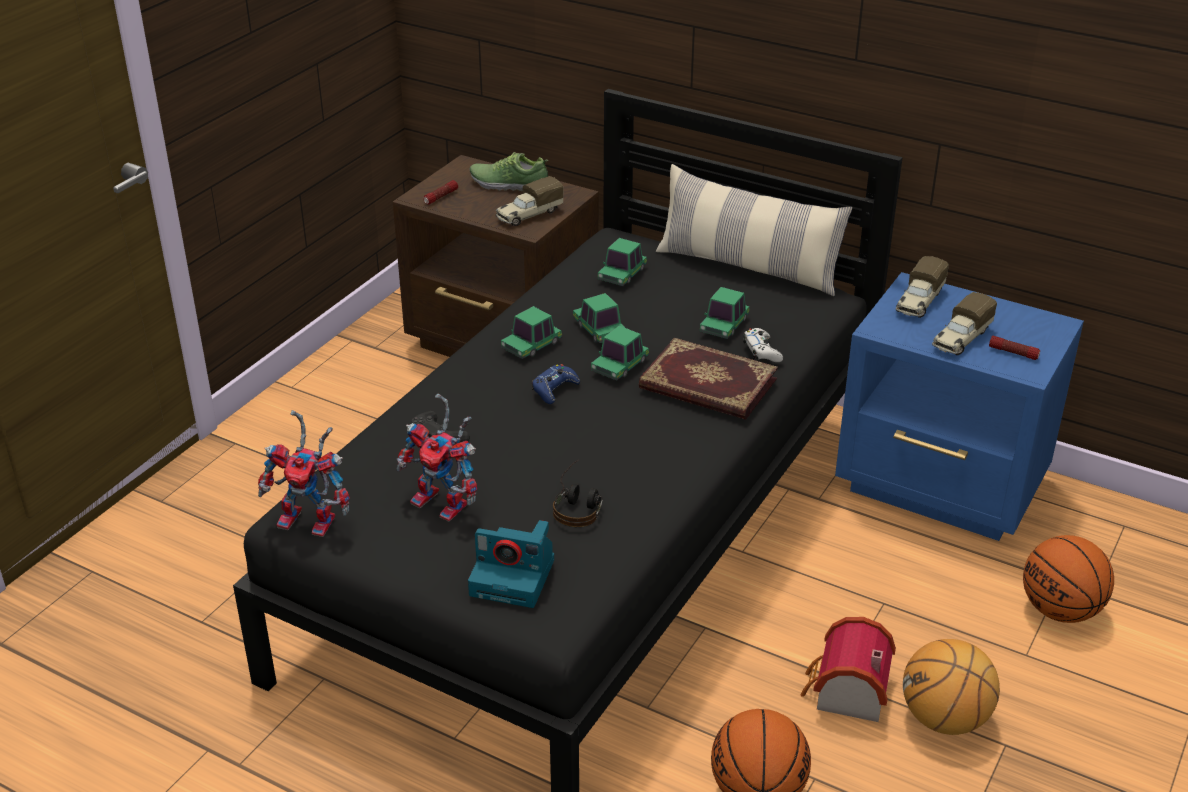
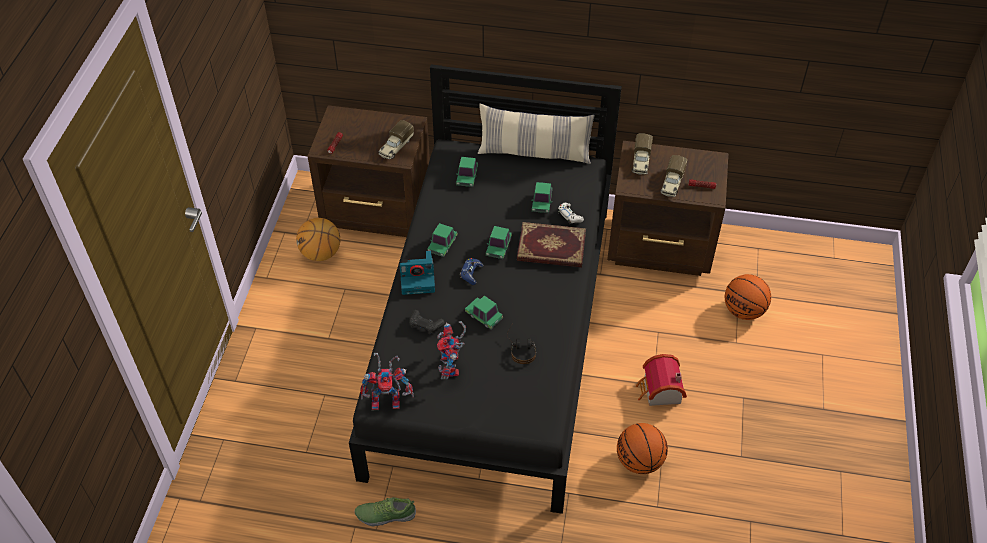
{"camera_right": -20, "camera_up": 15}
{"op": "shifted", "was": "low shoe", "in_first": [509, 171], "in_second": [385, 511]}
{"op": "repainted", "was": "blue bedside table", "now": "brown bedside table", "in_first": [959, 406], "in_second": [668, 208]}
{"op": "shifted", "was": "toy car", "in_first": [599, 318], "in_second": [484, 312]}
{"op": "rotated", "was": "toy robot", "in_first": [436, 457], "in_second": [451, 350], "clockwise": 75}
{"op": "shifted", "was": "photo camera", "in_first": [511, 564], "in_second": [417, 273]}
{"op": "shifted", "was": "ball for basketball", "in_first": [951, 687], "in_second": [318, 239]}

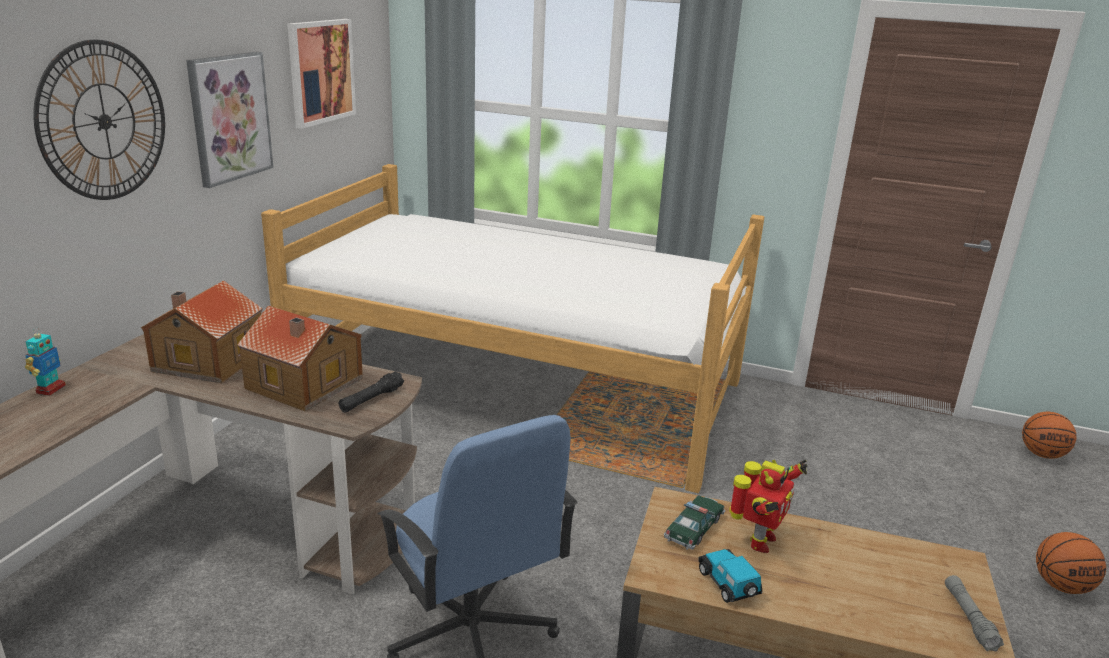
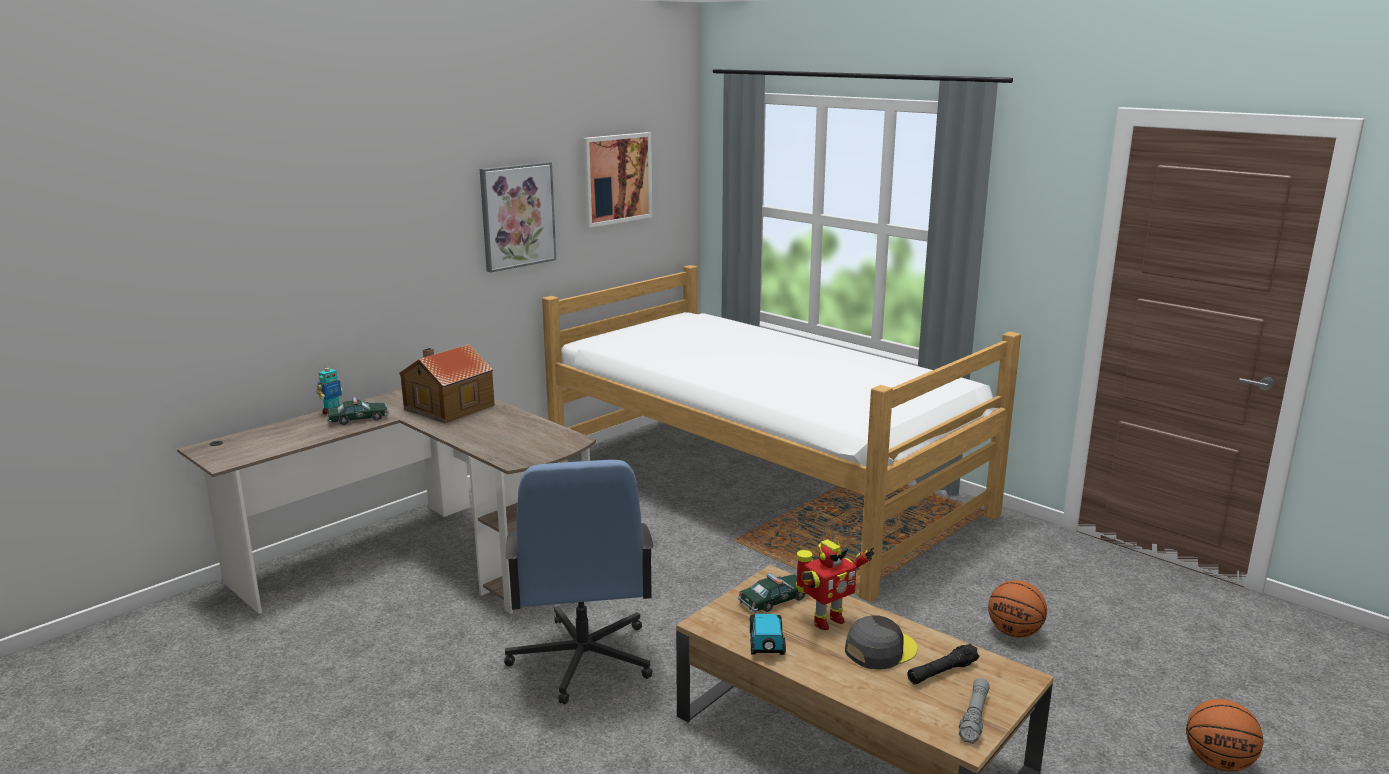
{"camera_right": 25, "camera_up": -5}
{"op": "gone", "was": "clock on the wall", "in_first": [99, 120]}
{"op": "gone", "was": "miniature house", "in_first": [300, 358]}
{"op": "shifted", "was": "black-coloured flashlight", "in_first": [371, 391], "in_second": [943, 664]}
{"op": "shifted", "was": "ball for basketball", "in_first": [1049, 435], "in_second": [1017, 609]}
{"op": "new", "now": "toy car", "in_second": [357, 411]}
{"op": "new", "now": "grey baseball cap", "in_second": [881, 642]}

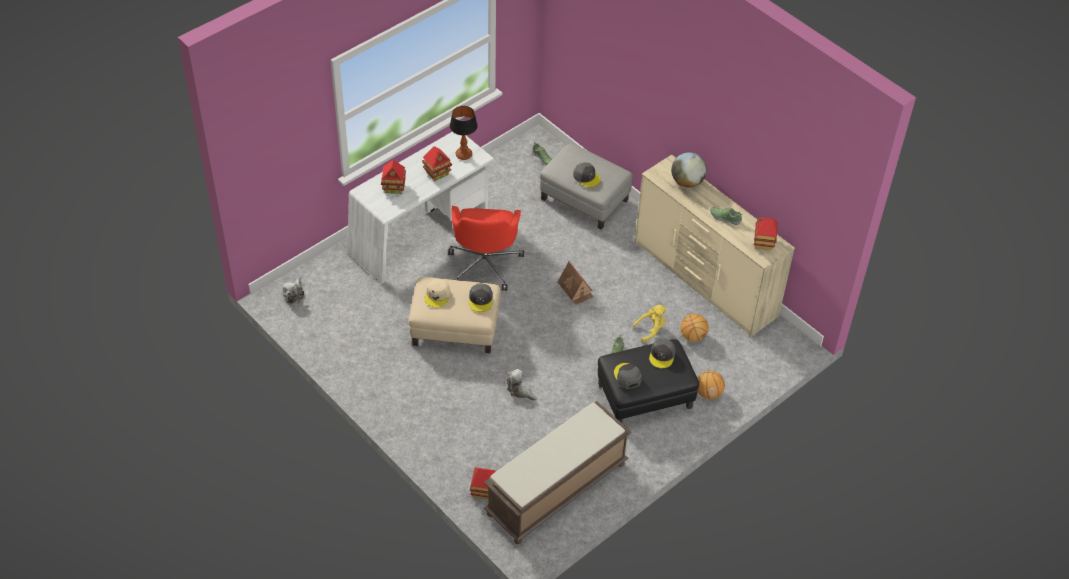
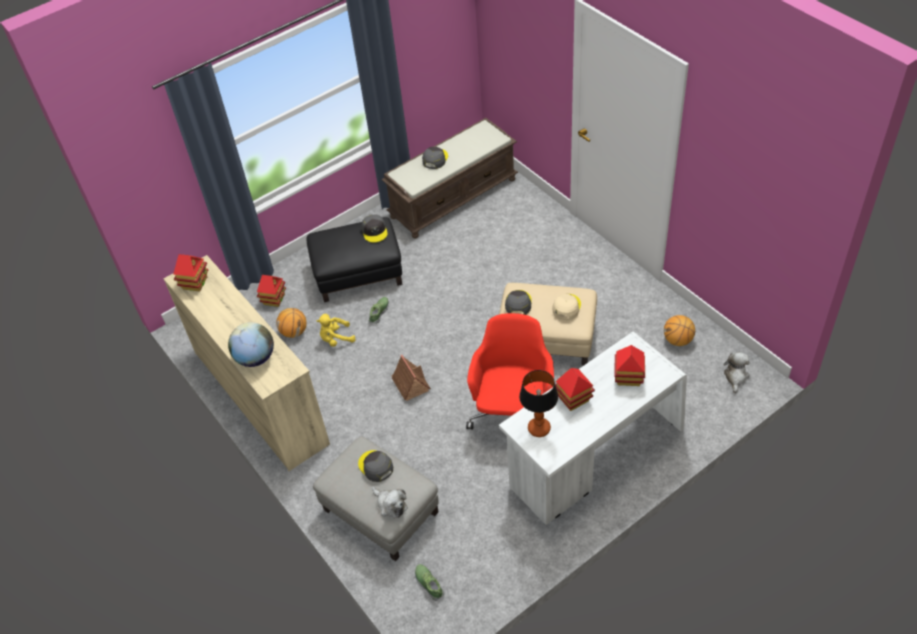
{"camera_right": -170, "camera_up": 0}
{"op": "gone", "was": "low shoe", "in_first": [726, 216]}
{"op": "shifted", "was": "grey baseball cap", "in_first": [662, 353], "in_second": [435, 158]}
{"op": "shifted", "was": "plush toy", "in_first": [521, 385], "in_second": [390, 502]}
{"op": "shifted", "was": "ball for basketball", "in_first": [711, 384], "in_second": [679, 330]}
{"op": "shifted", "was": "miniature house", "in_first": [483, 483], "in_second": [271, 291]}

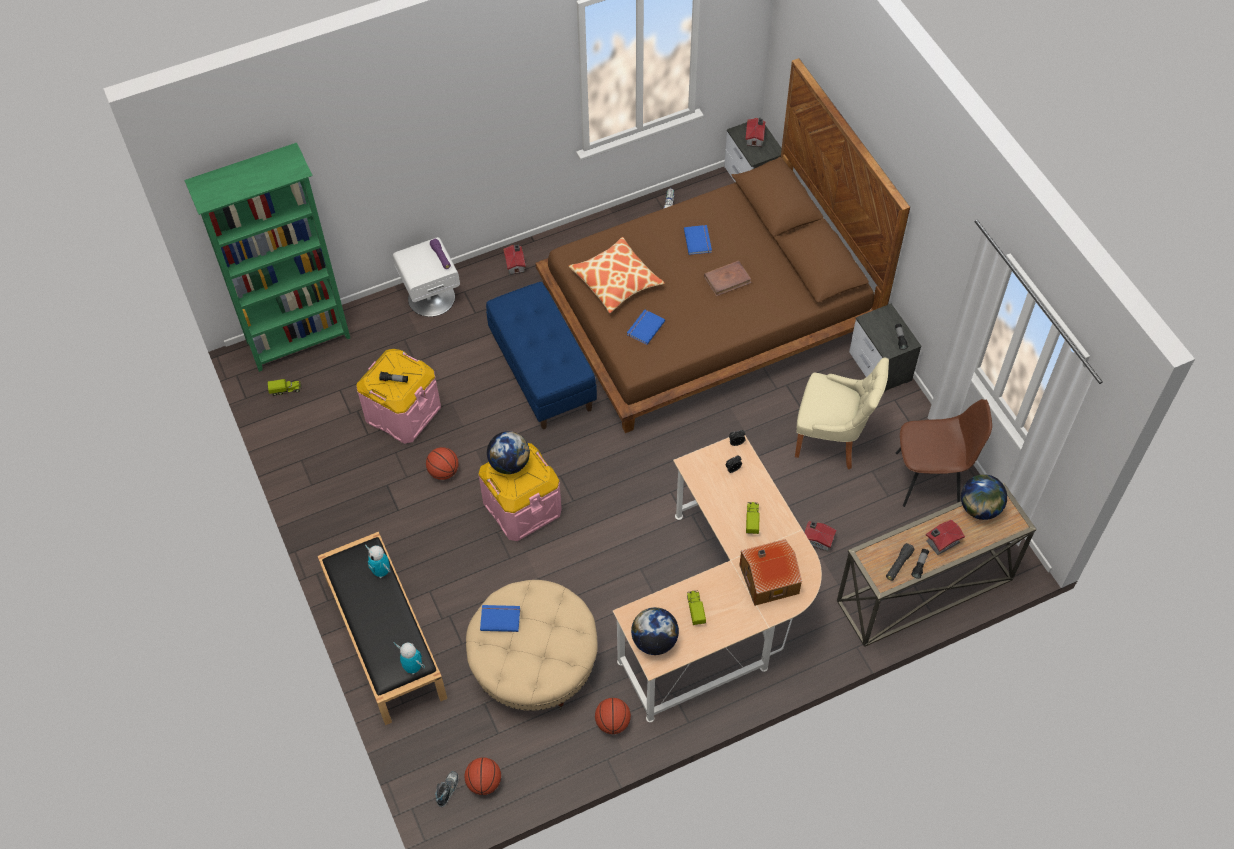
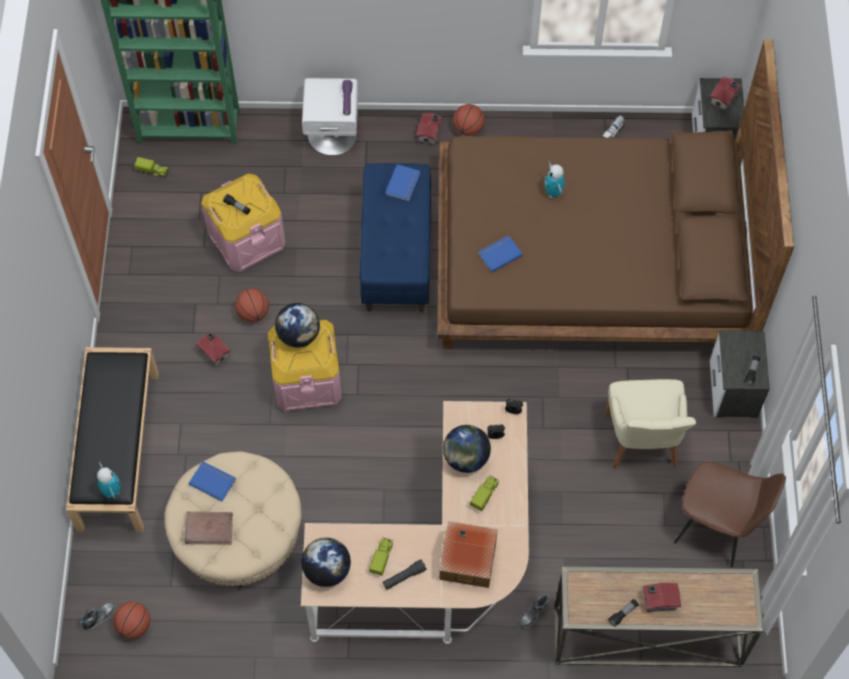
{"camera_right": 25, "camera_up": 5}
{"op": "shifted", "was": "blue book", "in_first": [698, 240], "in_second": [402, 182]}
{"op": "gone", "was": "cushion", "in_first": [616, 275]}
{"op": "shifted", "was": "brown book", "in_first": [728, 278], "in_second": [208, 528]}
{"op": "rotated", "was": "sand-coloured upright chair", "in_first": [842, 413], "in_second": [650, 424], "clockwise": 45}
{"op": "shifted", "was": "desk globe", "in_first": [984, 497], "in_second": [467, 449]}
{"op": "shifted", "was": "miniature house", "in_first": [820, 536], "in_second": [213, 349]}
{"op": "shifted", "was": "black-coloured flashlight", "in_first": [900, 562], "in_second": [404, 575]}
{"op": "shifted", "was": "toy robot", "in_first": [378, 561], "in_second": [554, 179]}
{"op": "shifted", "was": "ball for basketball", "in_first": [613, 716], "in_second": [469, 120]}
{"op": "new", "now": "low shoe", "in_second": [535, 611]}

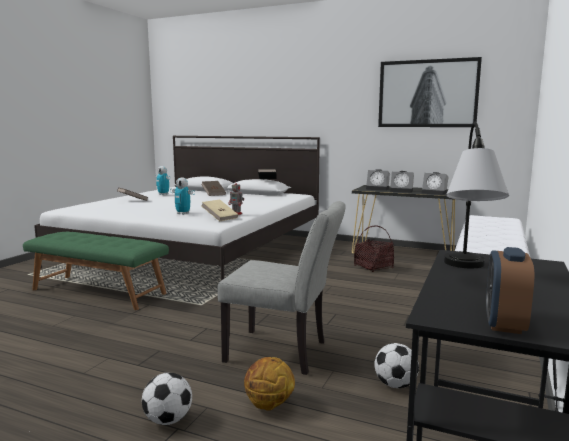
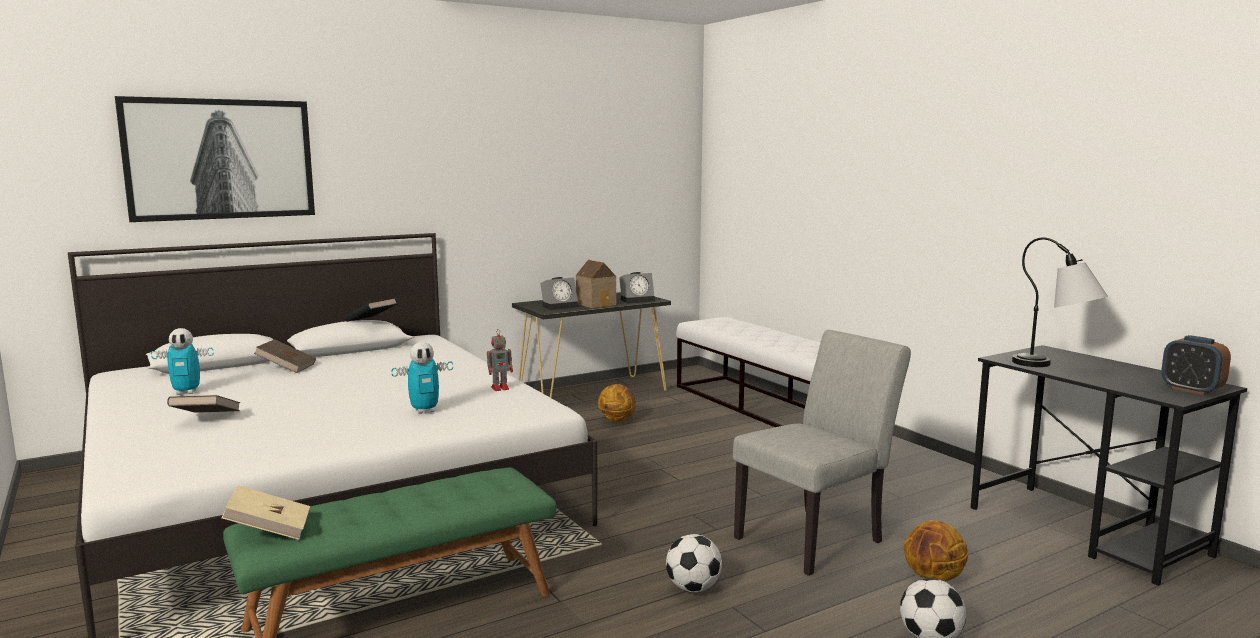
{"camera_right": -55, "camera_up": 0}
{"op": "shifted", "was": "wall art", "in_first": [430, 92], "in_second": [215, 159]}
{"op": "swapped", "was": "bedside clock", "now": "miniature house", "in_first": [402, 182], "in_second": [597, 284]}
{"op": "shifted", "was": "sand-coloured book", "in_first": [220, 210], "in_second": [265, 512]}
{"op": "swapped", "was": "household basket", "now": "ball for basketball", "in_first": [374, 249], "in_second": [617, 403]}
{"op": "shifted", "was": "football", "in_first": [396, 365], "in_second": [694, 563]}

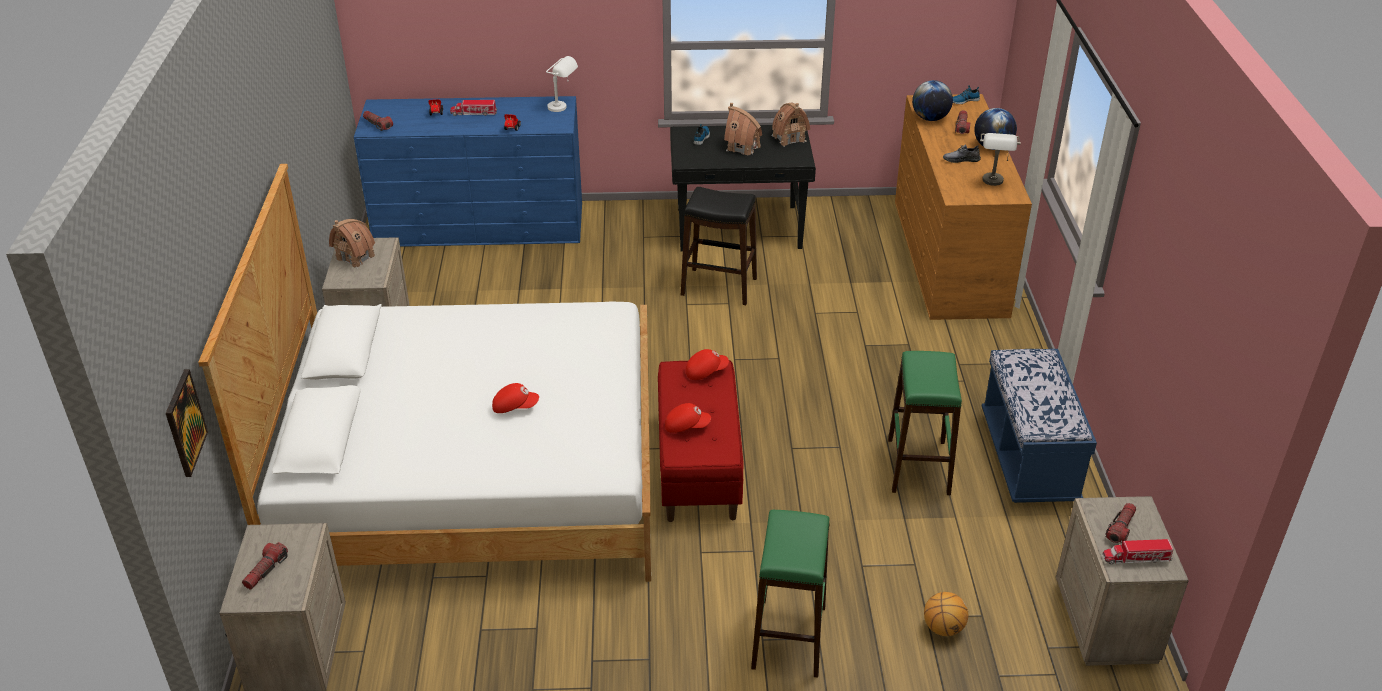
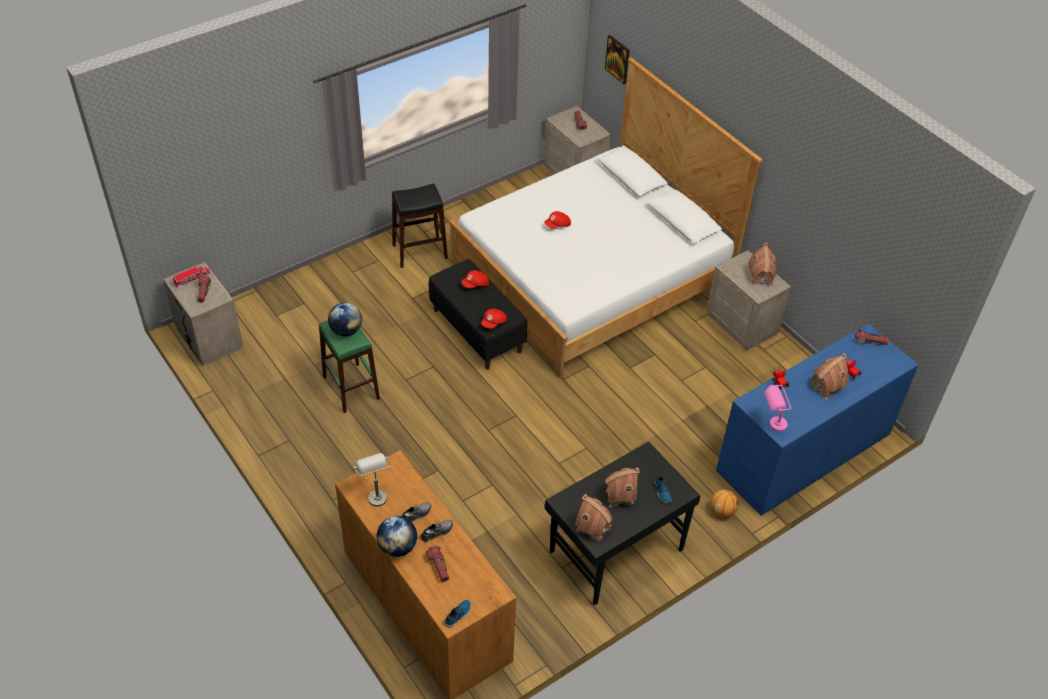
{"camera_right": 145, "camera_up": 10}
{"op": "repainted", "was": "whitish lamp for a table", "now": "pink lamp for a table", "in_first": [562, 84], "in_second": [777, 408]}
{"op": "shifted", "was": "desk globe", "in_first": [932, 100], "in_second": [345, 320]}
{"op": "swapped", "was": "model truck", "now": "miniature house", "in_first": [473, 108], "in_second": [830, 376]}
{"op": "shifted", "was": "black-coloured stool", "in_first": [719, 246], "in_second": [420, 226]}
{"op": "gone", "was": "blue bench", "in_first": [1039, 426]}
{"op": "repainted", "was": "red bench", "now": "black-coloured bench", "in_first": [700, 441], "in_second": [478, 314]}
{"op": "gone", "was": "green stool", "in_first": [790, 594]}
{"op": "shifted", "was": "ball for basketball", "in_first": [946, 614], "in_second": [724, 503]}
{"op": "new", "now": "grey low shoe", "in_second": [437, 531]}

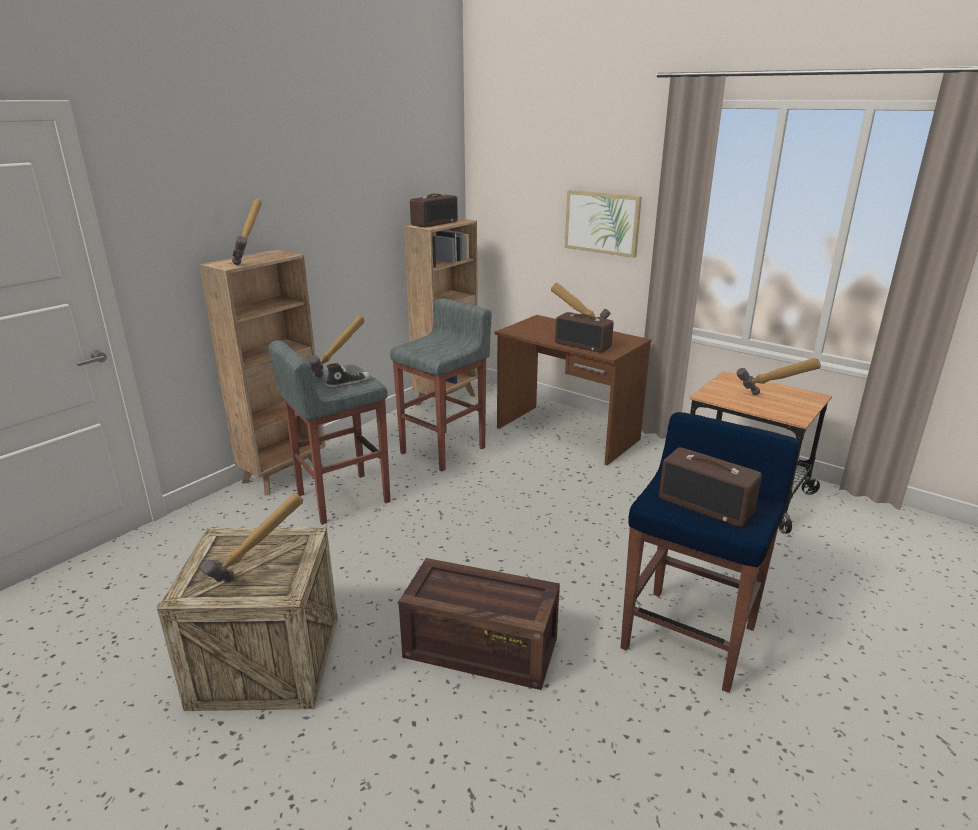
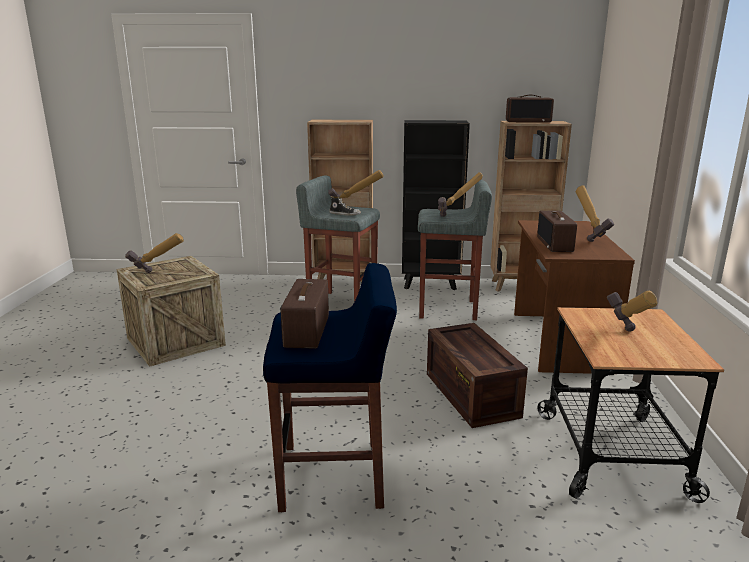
{"camera_right": 55, "camera_up": -5}
{"op": "gone", "was": "wall art", "in_first": [603, 224]}
{"op": "shifted", "was": "hammer", "in_first": [247, 232], "in_second": [460, 194]}
{"op": "shifted", "was": "packing crate", "in_first": [479, 624], "in_second": [477, 375]}
{"op": "new", "now": "black-coloured shelving unit", "in_second": [436, 205]}

